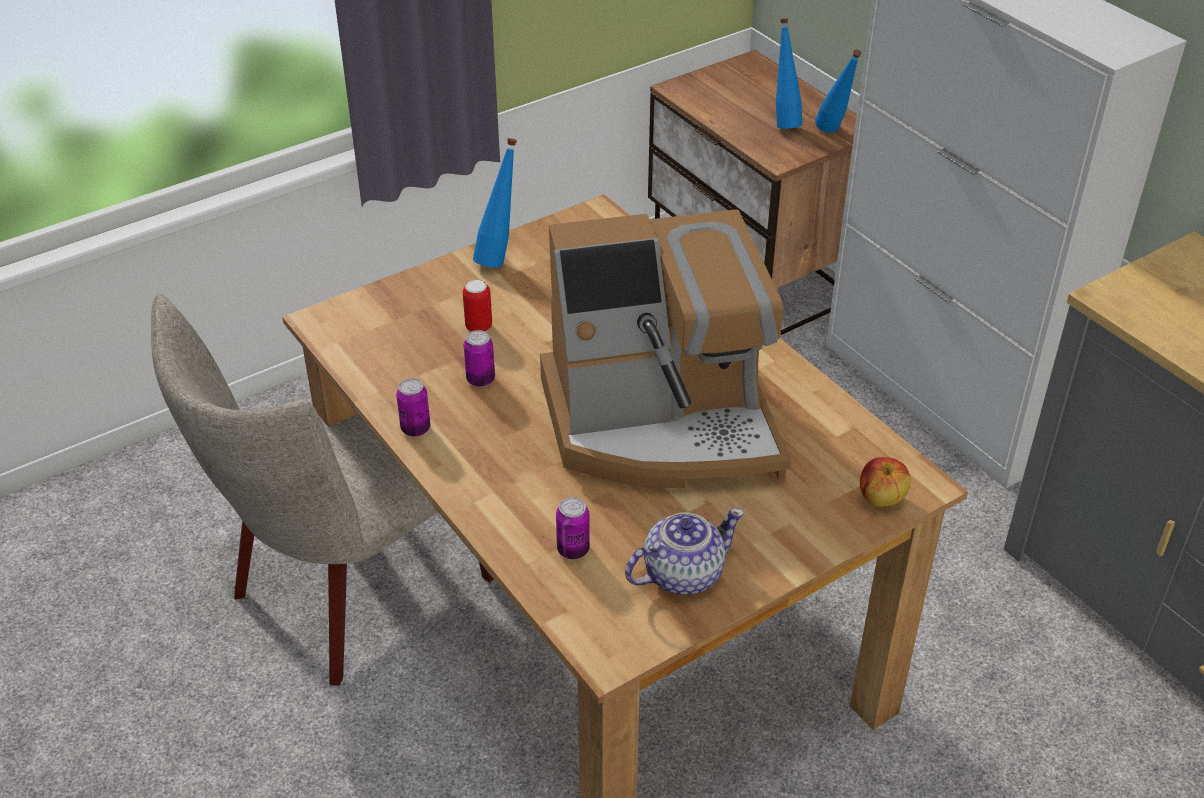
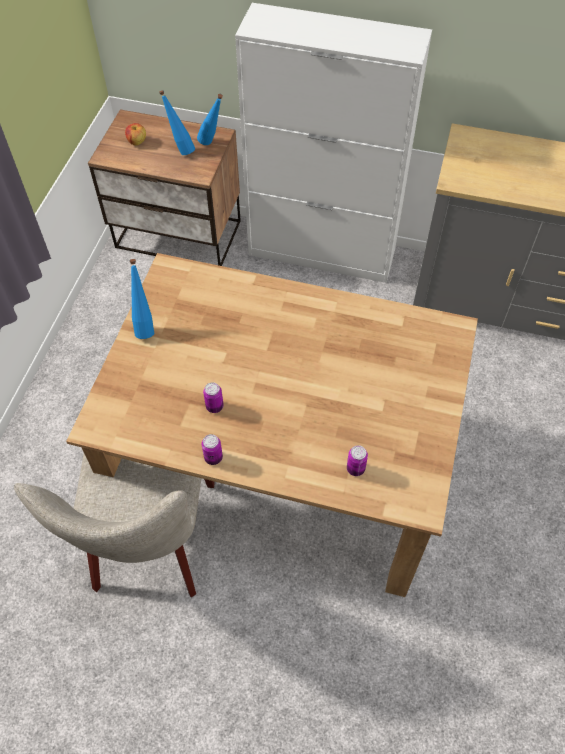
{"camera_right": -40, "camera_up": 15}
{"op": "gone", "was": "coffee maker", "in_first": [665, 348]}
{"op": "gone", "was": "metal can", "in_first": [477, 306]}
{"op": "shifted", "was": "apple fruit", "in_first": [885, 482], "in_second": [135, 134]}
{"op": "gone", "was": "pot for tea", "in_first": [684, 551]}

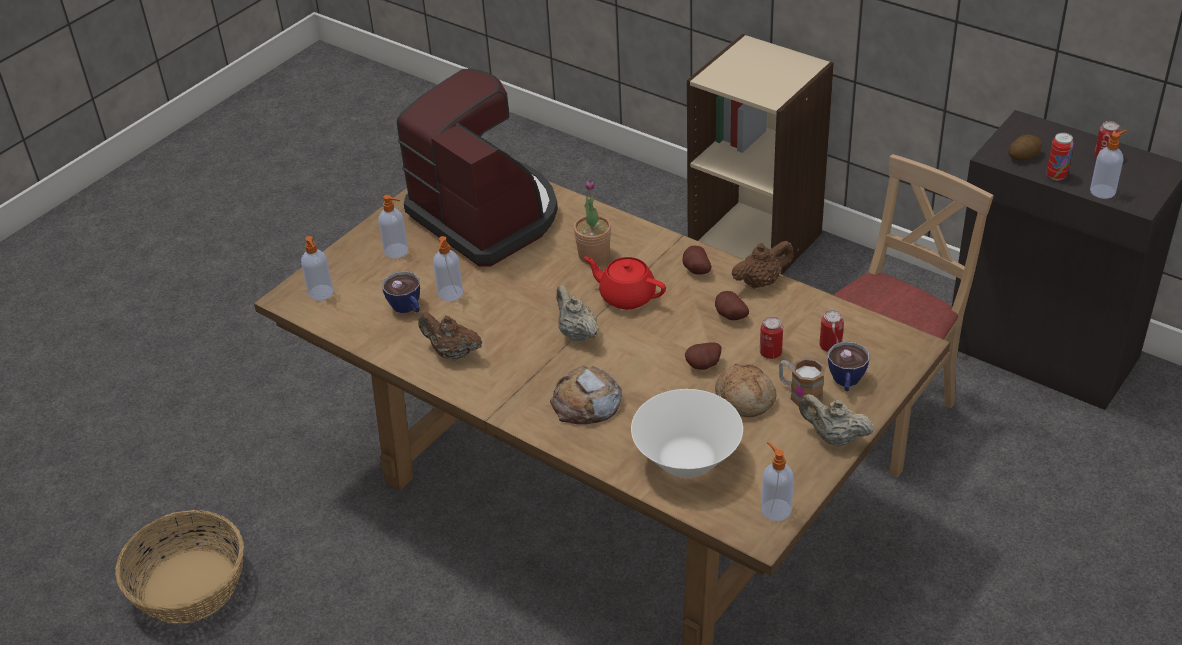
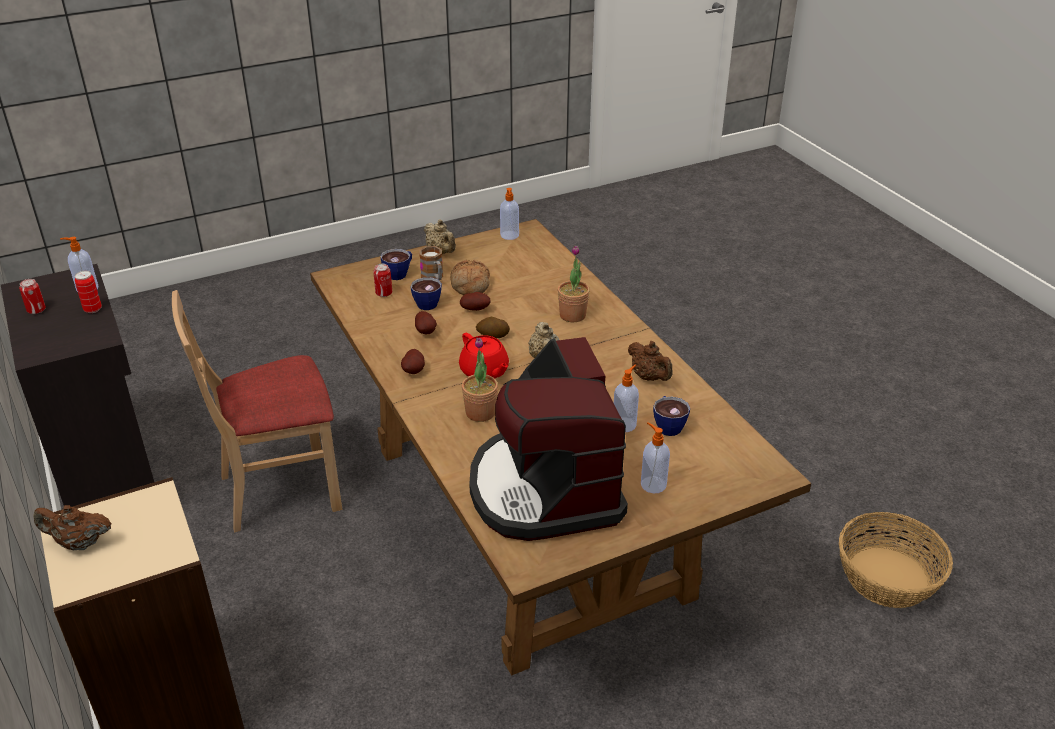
{"camera_right": -155, "camera_up": -5}
{"op": "shifted", "was": "spud", "in_first": [1025, 147], "in_second": [493, 327]}
{"op": "gone", "was": "soap dispenser", "in_first": [317, 268]}
{"op": "shifted", "was": "brown pot for tea", "in_first": [762, 265], "in_second": [72, 527]}
{"op": "swapped", "was": "metal can", "now": "small cup", "in_first": [771, 338], "in_second": [426, 293]}
{"op": "swapped", "was": "baked bread", "now": "potted plant", "in_first": [585, 395], "in_second": [574, 283]}
{"op": "gone", "was": "whitish bowl", "in_first": [687, 433]}

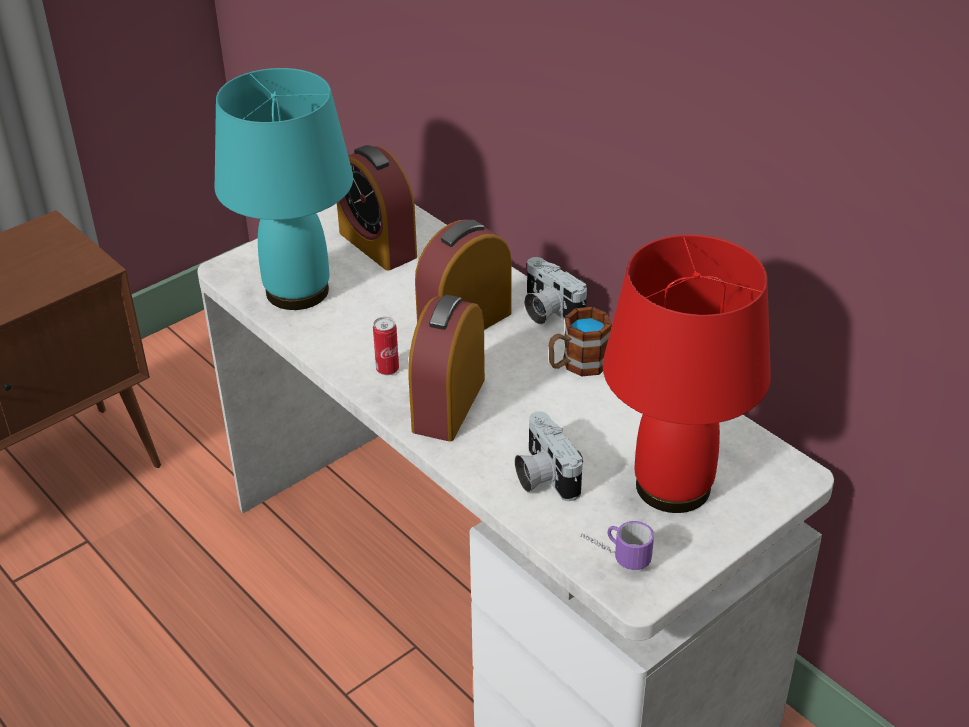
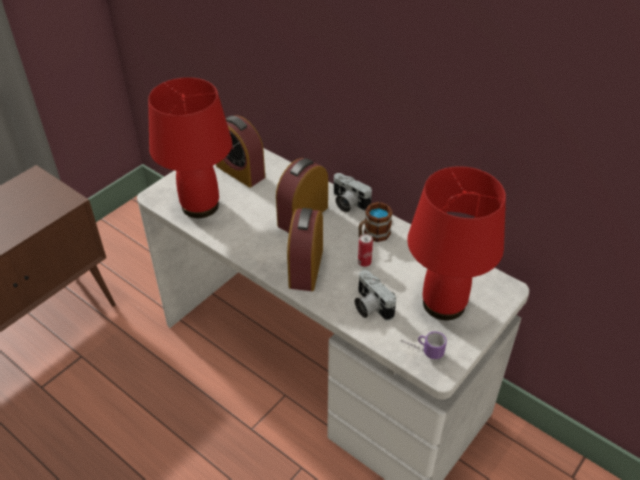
{"camera_right": -10, "camera_up": 5}
{"op": "repainted", "was": "turquoise-coloured lamp for a table", "now": "red lamp for a table", "in_first": [284, 189], "in_second": [190, 147]}
{"op": "shifted", "was": "metal can", "in_first": [386, 346], "in_second": [365, 250]}

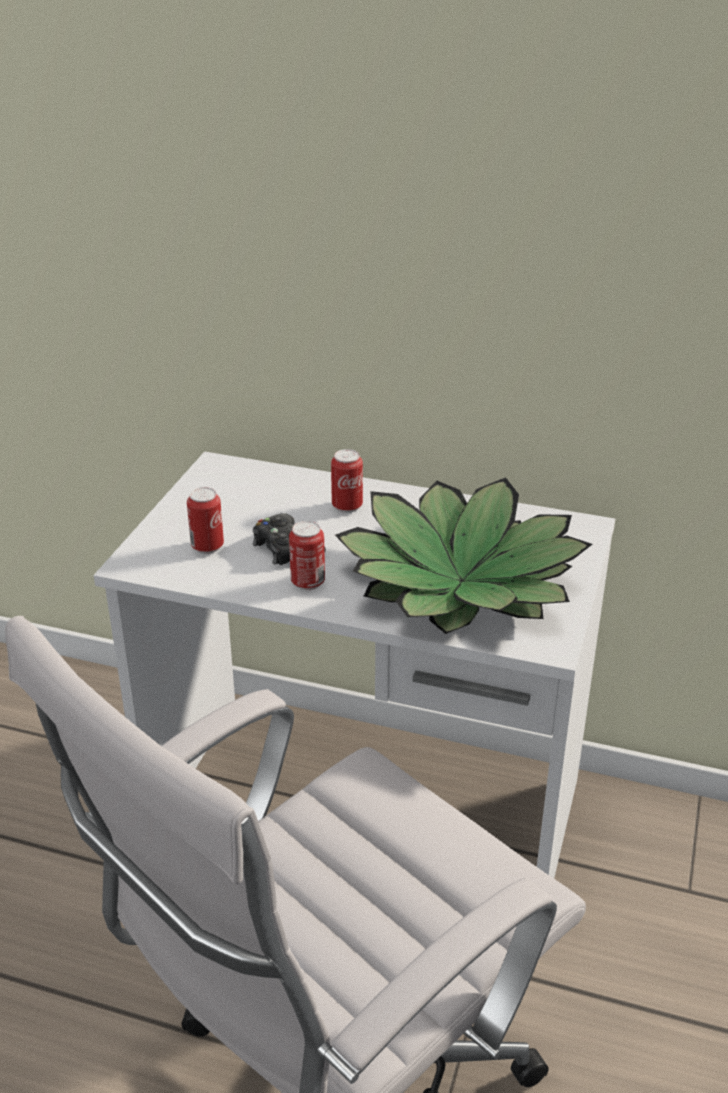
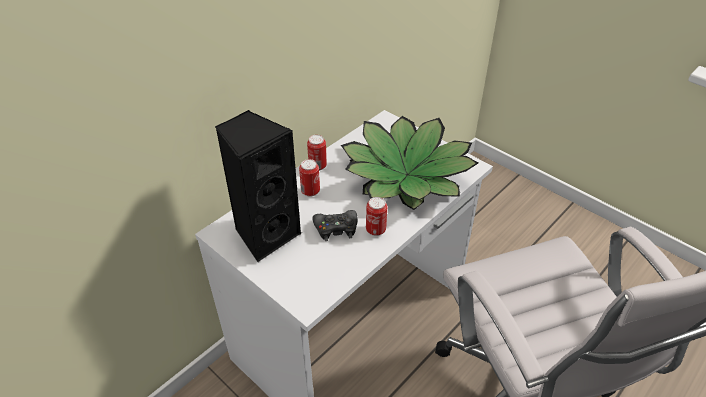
{"camera_right": -65, "camera_up": 10}
{"op": "shifted", "was": "metal can", "in_first": [205, 520], "in_second": [317, 153]}
{"op": "new", "now": "black-coloured audio speaker", "in_second": [258, 186]}

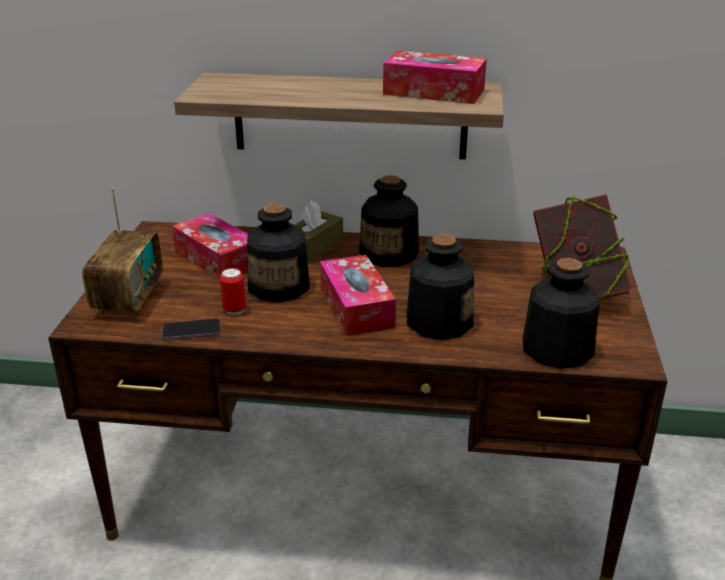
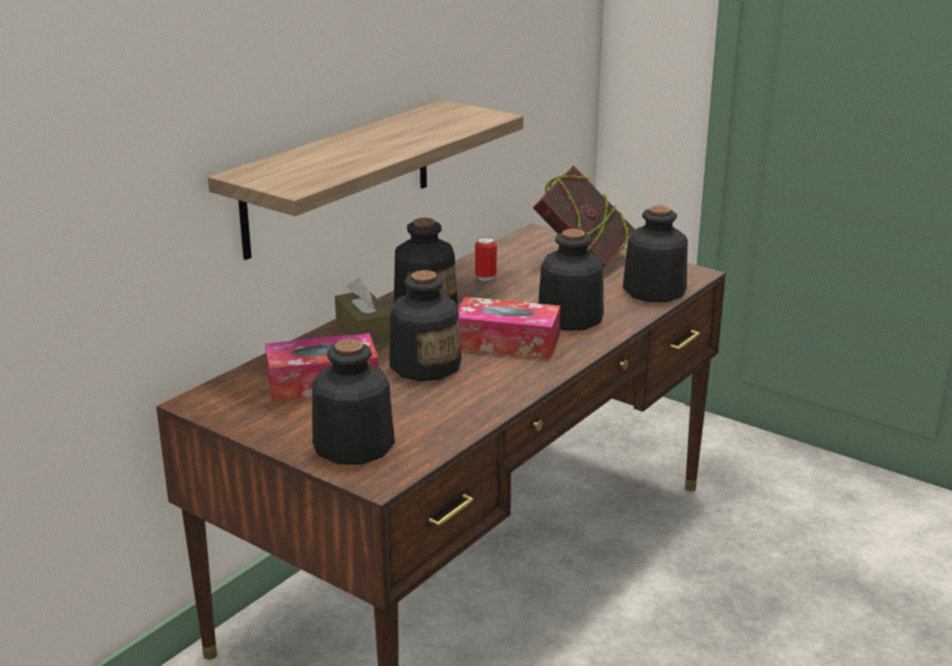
{"camera_right": -60, "camera_up": -5}
{"op": "gone", "was": "tissue holder", "in_first": [435, 77]}
{"op": "swapped", "was": "radio", "now": "bottle", "in_first": [122, 253], "in_second": [353, 401]}
{"op": "shifted", "was": "metal can", "in_first": [233, 291], "in_second": [486, 259]}
{"op": "gone", "was": "phone", "in_first": [191, 329]}

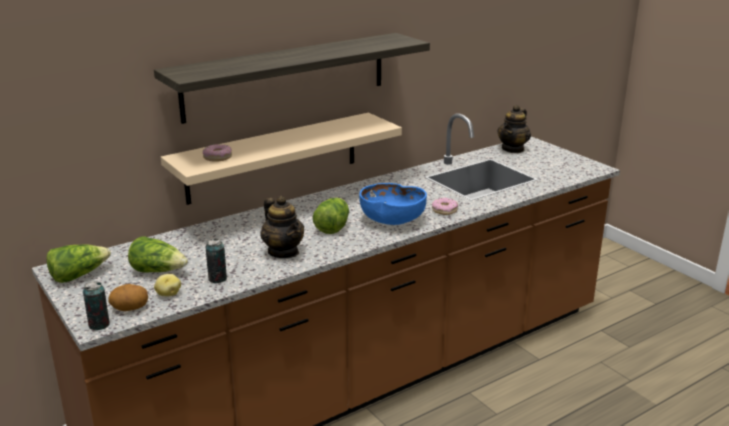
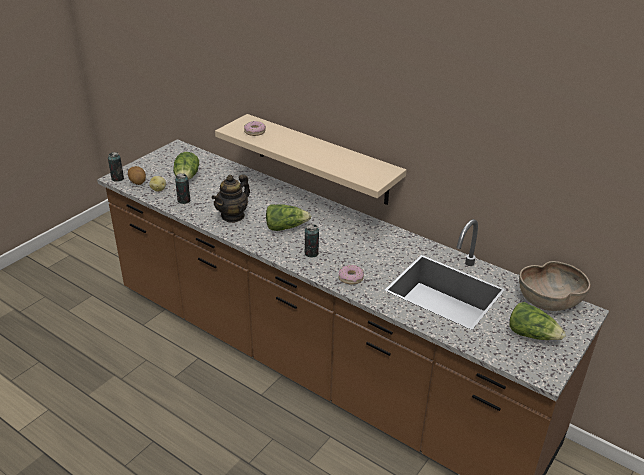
{"camera_right": 70, "camera_up": 10}
{"op": "gone", "was": "shelf", "in_first": [292, 78]}
{"op": "swapped", "was": "pot for tea", "now": "brown bowl", "in_first": [514, 129], "in_second": [555, 286]}
{"op": "swapped", "was": "blue bowl", "now": "metal can", "in_first": [393, 204], "in_second": [311, 241]}
{"op": "shifted", "was": "lettuce head", "in_first": [78, 263], "in_second": [537, 321]}

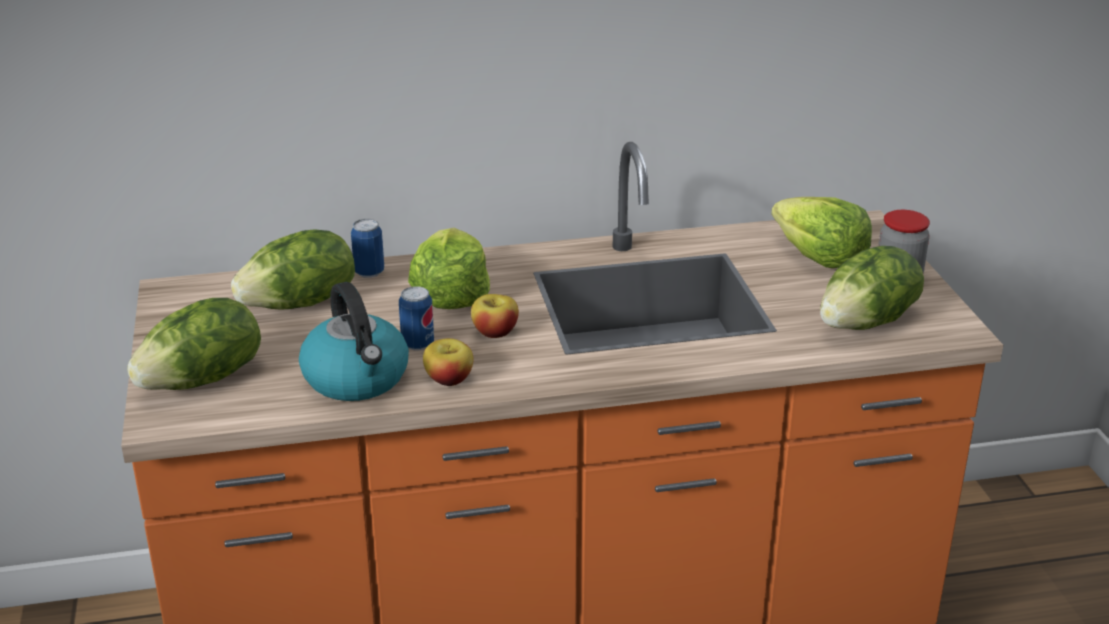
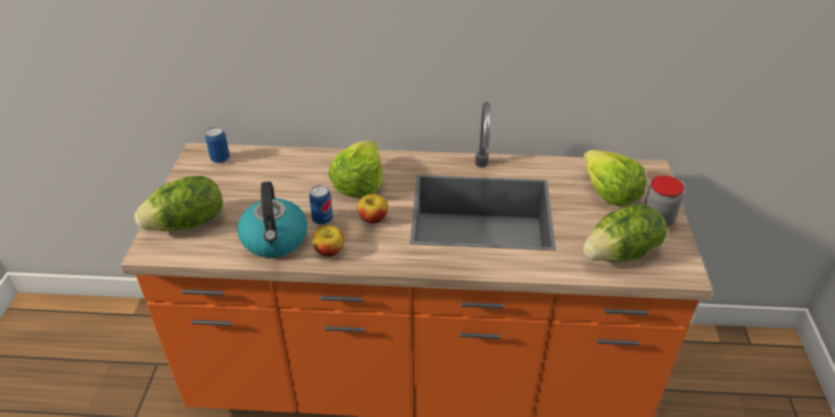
{"camera_right": 15, "camera_up": 10}
{"op": "shifted", "was": "metal can", "in_first": [367, 248], "in_second": [217, 145]}
{"op": "gone", "was": "lettuce head", "in_first": [293, 269]}

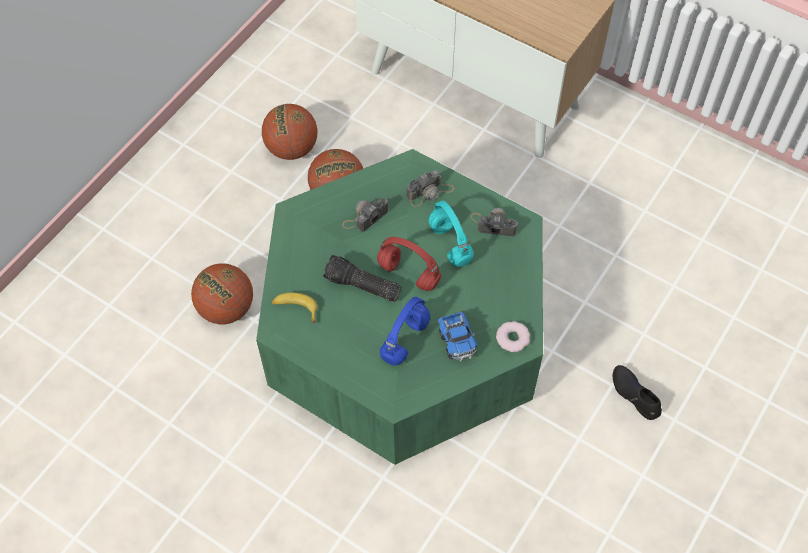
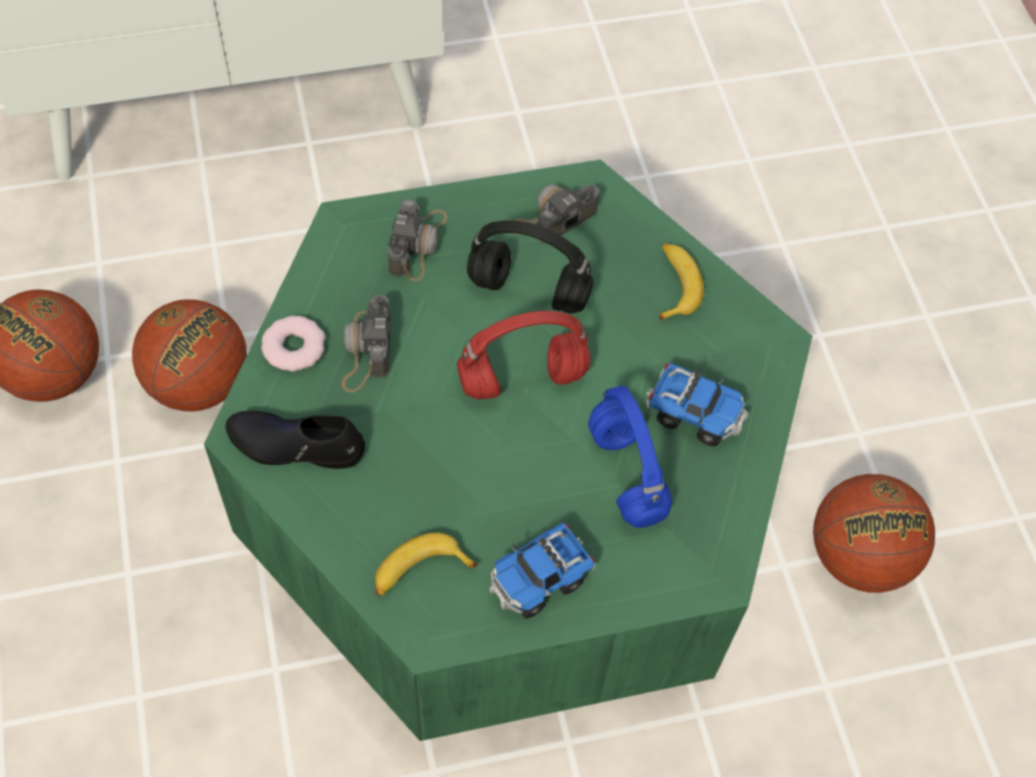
{"camera_right": -50, "camera_up": 0}
{"op": "repainted", "was": "turquoise-coloured pair of headphones", "now": "black-coloured pair of headphones", "in_first": [451, 233], "in_second": [530, 267]}
{"op": "gone", "was": "flashlight", "in_first": [362, 278]}
{"op": "shifted", "was": "ball for basketball", "in_first": [222, 293], "in_second": [874, 533]}
{"op": "shifted", "was": "ring doughnut", "in_first": [513, 336], "in_second": [293, 344]}
{"op": "shifted", "was": "black-coloured low shoe", "in_first": [637, 392], "in_second": [295, 440]}
{"op": "new", "now": "banana fruit", "in_second": [681, 282]}
{"op": "new", "now": "model truck", "in_second": [542, 571]}

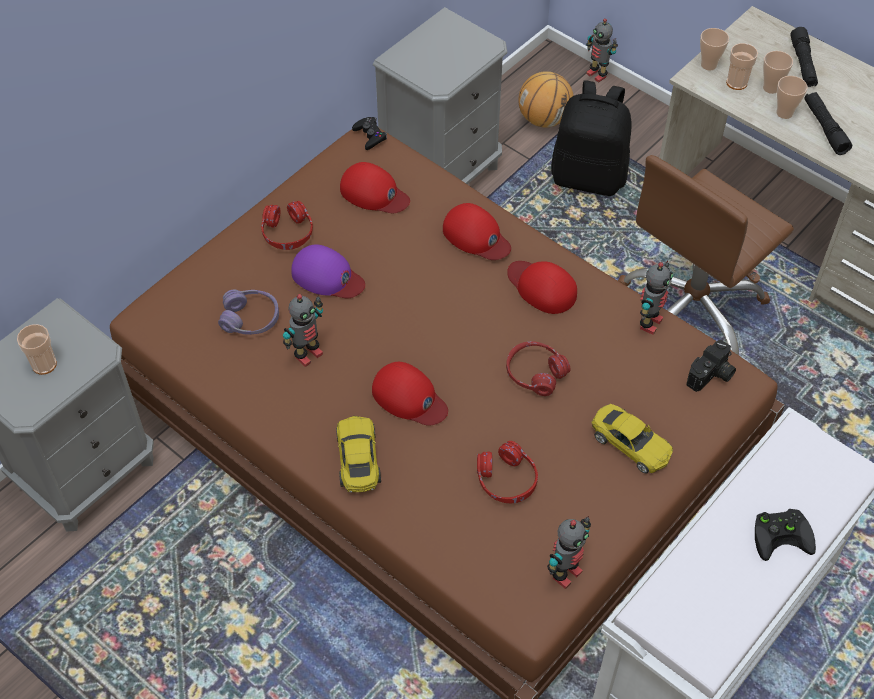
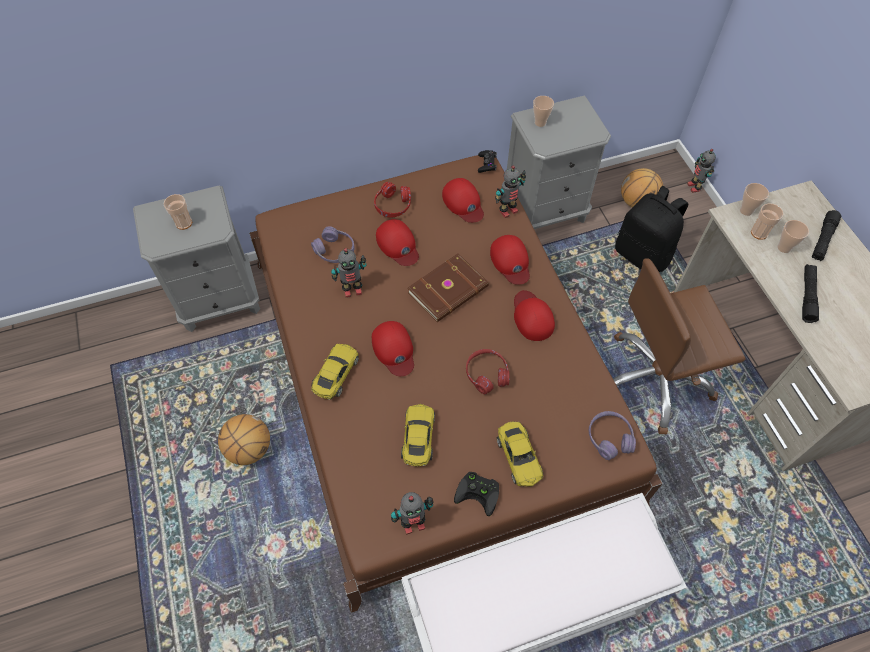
{"camera_right": 30, "camera_up": 5}
{"op": "shifted", "was": "small cup", "in_first": [792, 97], "in_second": [543, 111]}
{"op": "repainted", "was": "purplish baseball cap", "now": "red baseball cap", "in_first": [328, 271], "in_second": [397, 242]}
{"op": "shifted", "was": "toy robot", "in_first": [656, 298], "in_second": [510, 191]}
{"op": "swapped", "was": "photo camera", "now": "purplish pair of headphones", "in_first": [711, 366], "in_second": [612, 435]}
{"op": "swapped", "was": "red pair of headphones", "now": "yellowish toy car", "in_first": [507, 472], "in_second": [418, 435]}
{"op": "shifted", "was": "black-coloured joypad", "in_first": [785, 535], "in_second": [476, 494]}
{"op": "new", "now": "brown book", "in_second": [448, 287]}
{"op": "new", "now": "ball for basketball", "in_second": [244, 439]}

